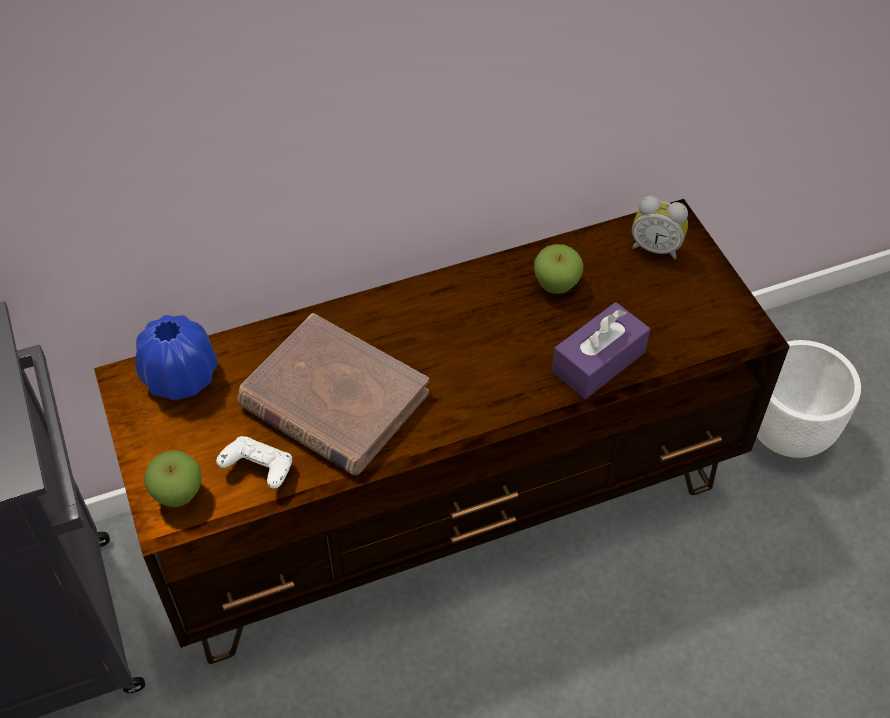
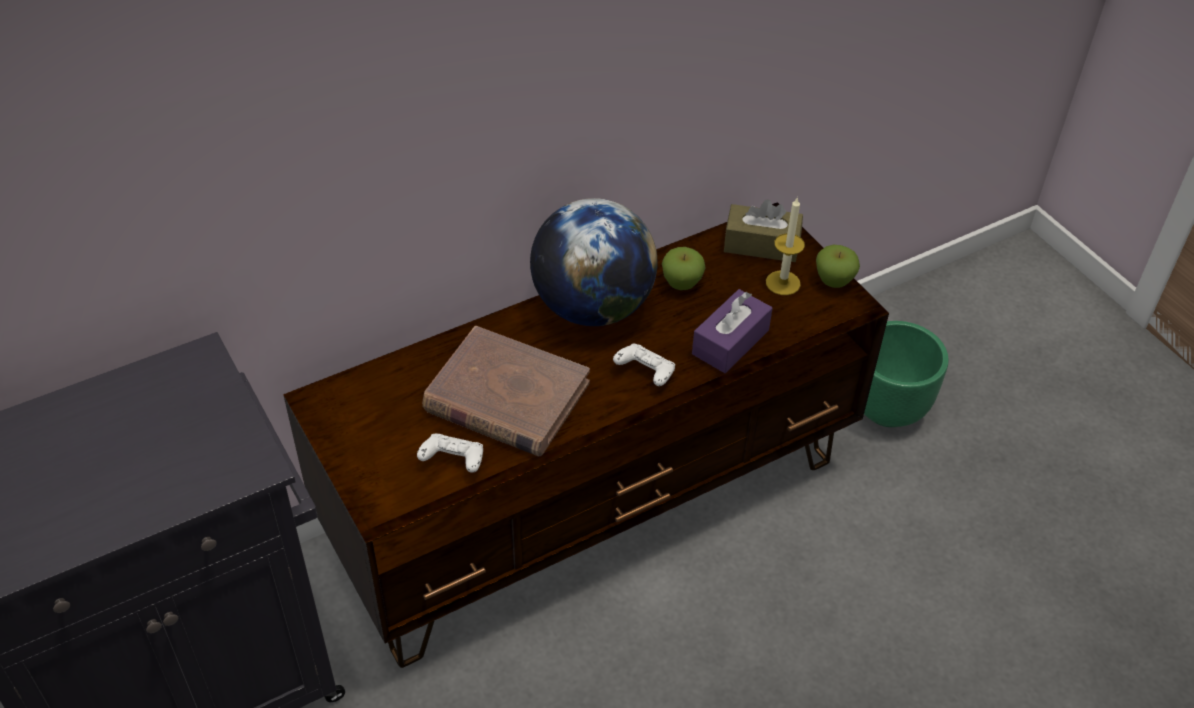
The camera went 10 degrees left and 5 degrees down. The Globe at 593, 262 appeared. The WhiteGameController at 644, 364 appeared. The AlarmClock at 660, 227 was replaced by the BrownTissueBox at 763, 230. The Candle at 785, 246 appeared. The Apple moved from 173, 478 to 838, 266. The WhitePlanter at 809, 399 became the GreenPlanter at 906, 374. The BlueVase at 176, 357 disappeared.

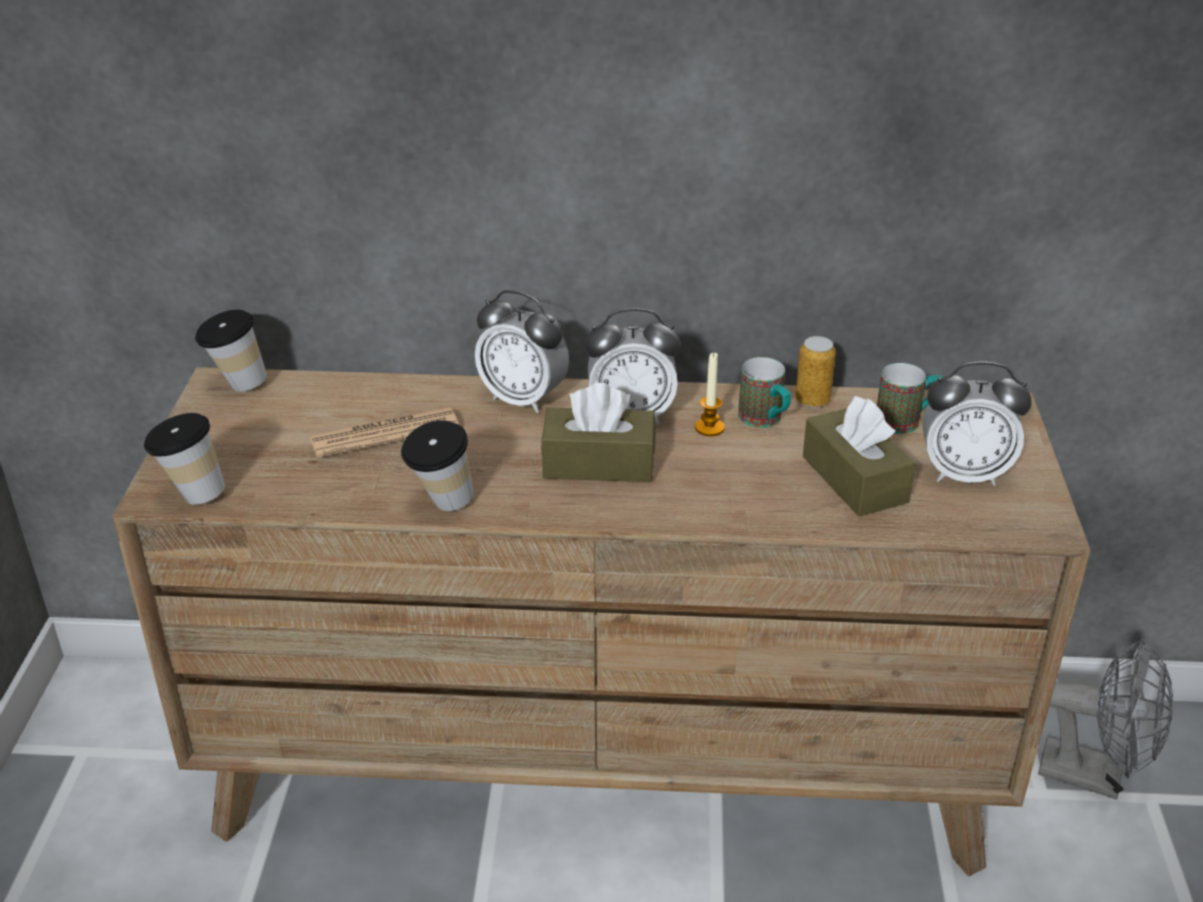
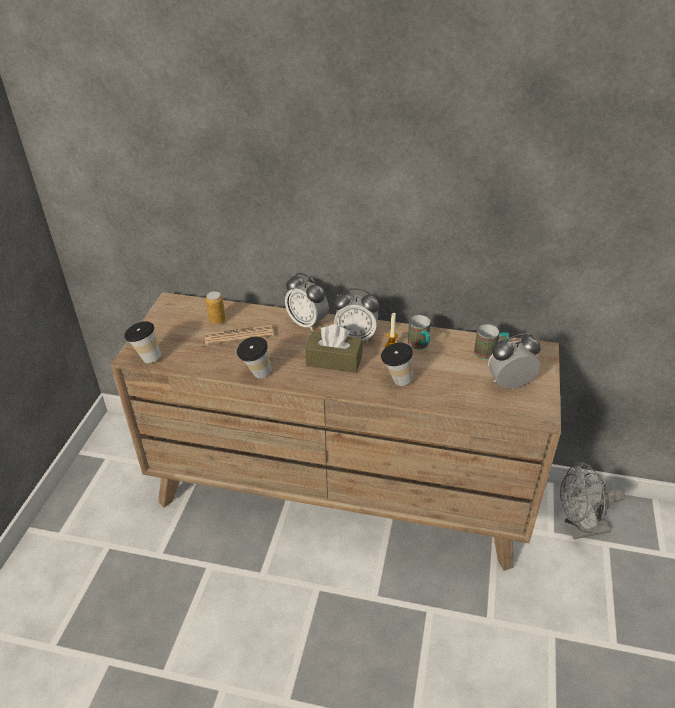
The camera went 10 degrees right and 5 degrees up. The Can moved from 815, 372 to 216, 308. The Cup moved from 231, 351 to 397, 364. The AlarmClock at 977, 424 turned 150 degrees clockwise. The GreyFan at 1105, 719 turned 135 degrees clockwise. The BrownTissueBox at 859, 456 disappeared.

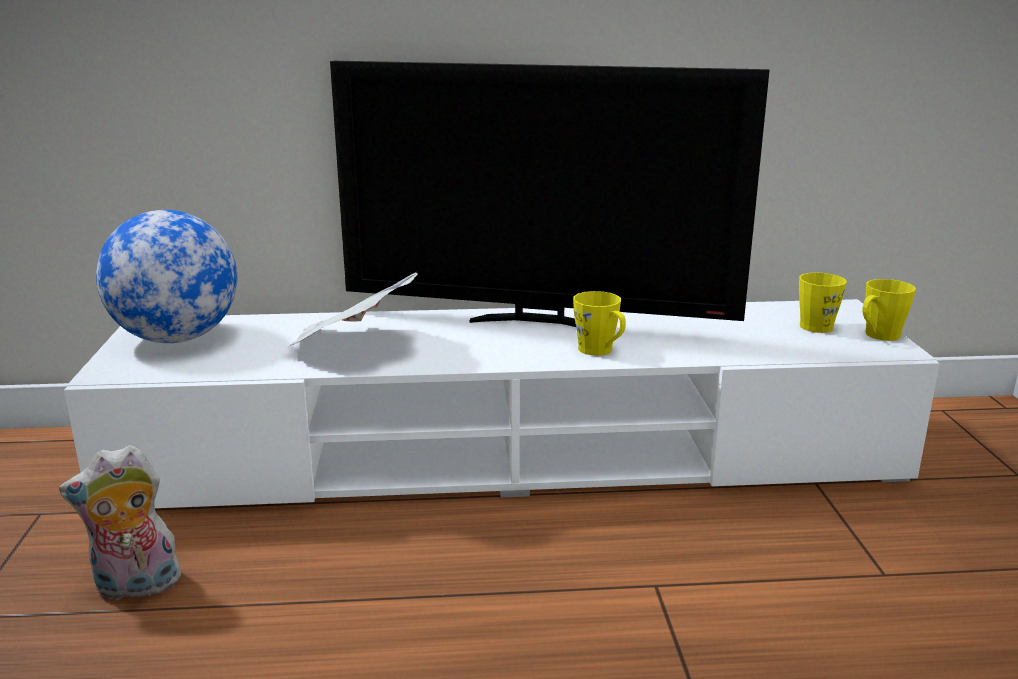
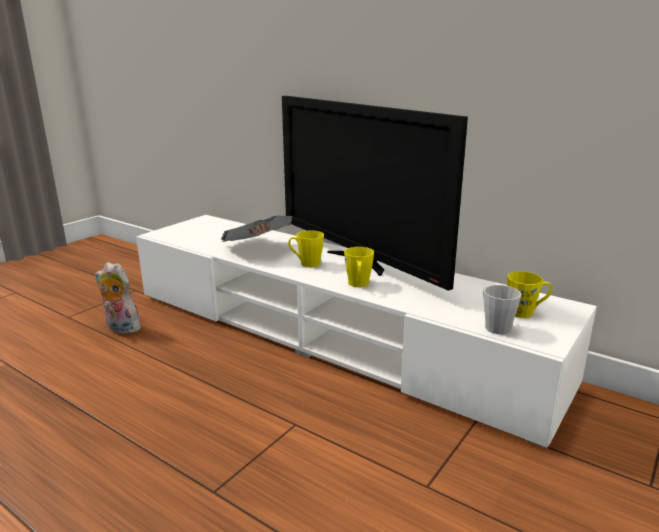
The camera went 40 degrees right and 0 degrees up. The YellowMug moved from 889, 310 to 306, 248. The GreyMug at 502, 310 appeared. The Globe at 166, 276 disappeared.

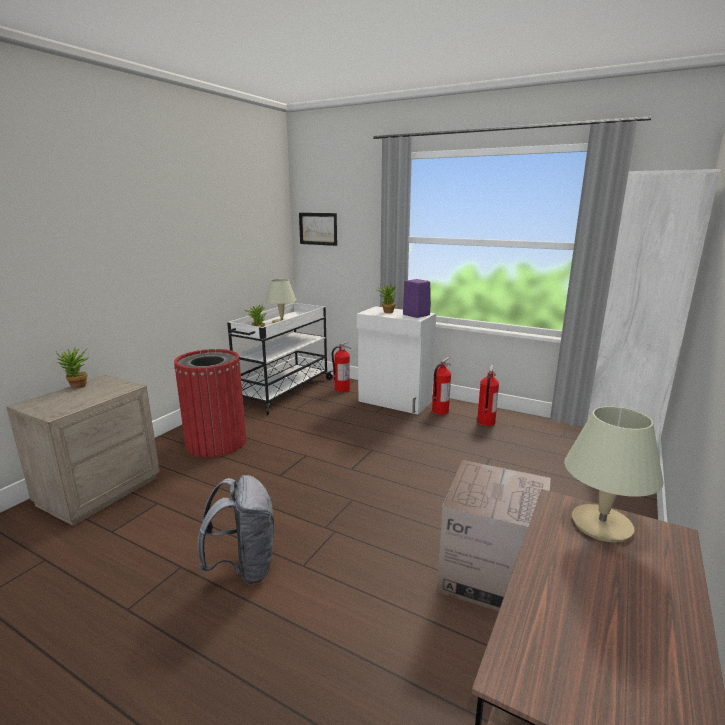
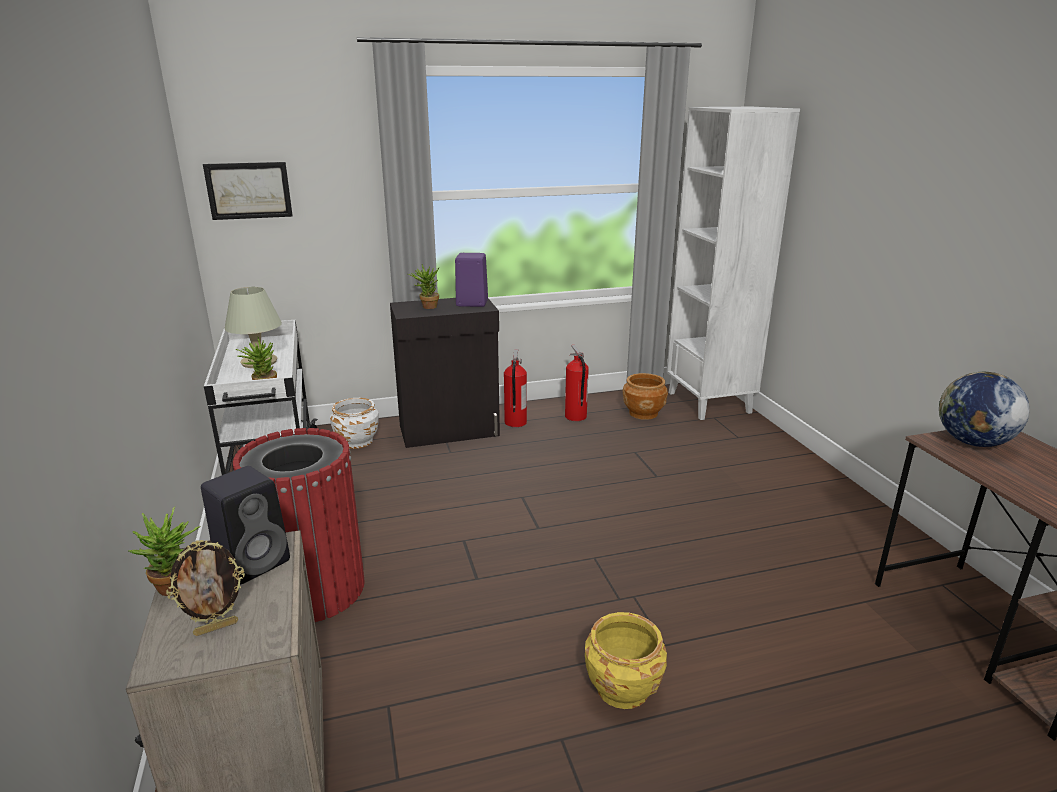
The camera went 45 degrees left and 5 degrees up. The PictureFrame at 205, 588 appeared. The BlackSpeaker at 245, 525 appeared. The FireExtinguisher at 341, 366 was replaced by the WhitePlanter at 354, 423. The WhiteCabinet at 396, 360 became the BlackCabinet at 445, 373. The GreyBackpack at 236, 530 was replaced by the YellowPlanter at 626, 660. The BrownPlanter at 645, 396 appeared. The BeigeTableLamp at 614, 474 was replaced by the Globe at 984, 409. The CardboardBox at 494, 535 disappeared.

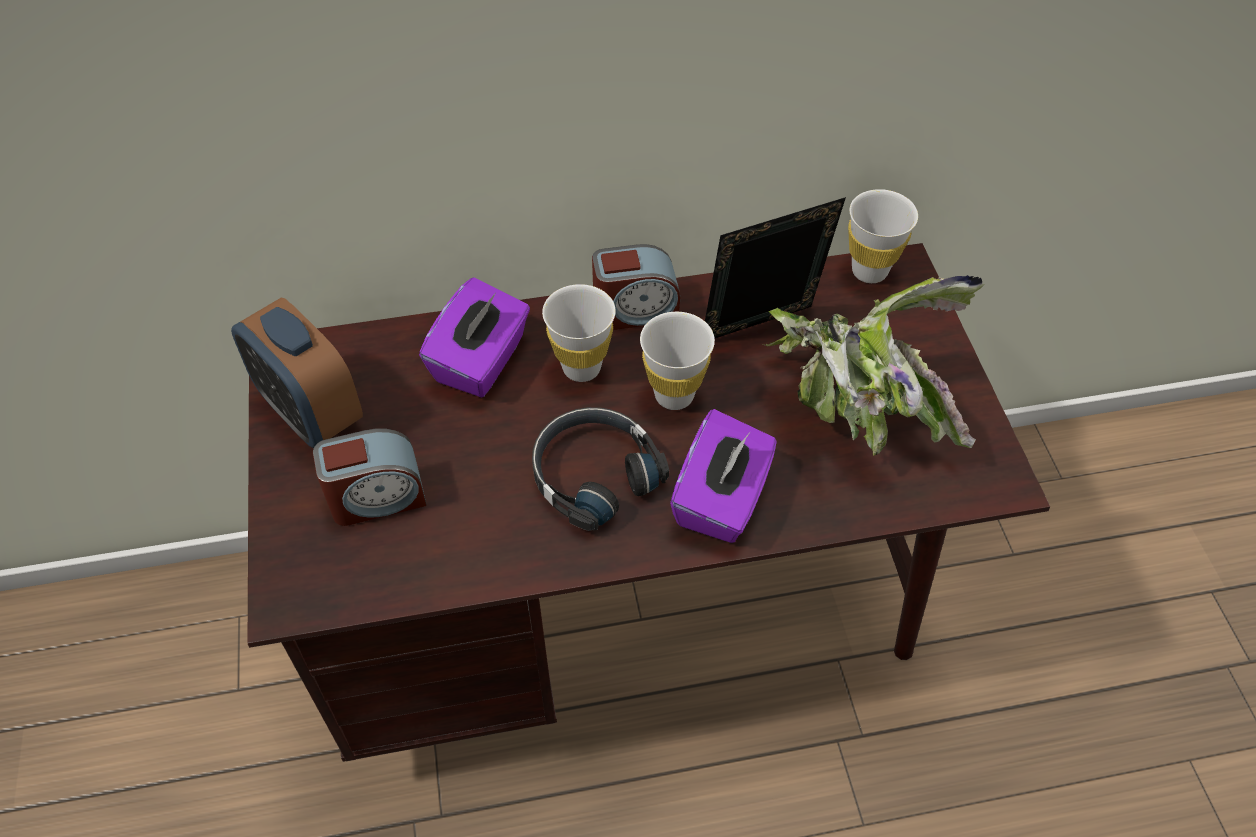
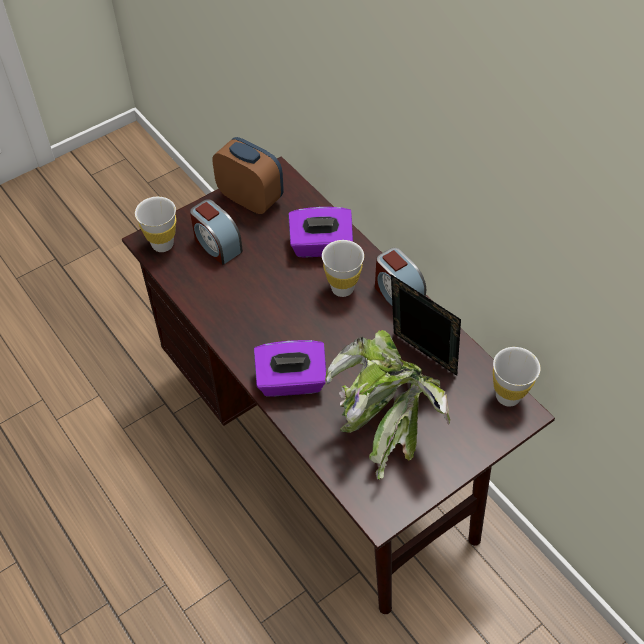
The camera went 65 degrees right and 0 degrees up. The WhiteCup moved from 677, 361 to 155, 224. The AlarmClock at 297, 373 turned 105 degrees clockwise. The BlackHeadphones at 600, 469 disappeared.

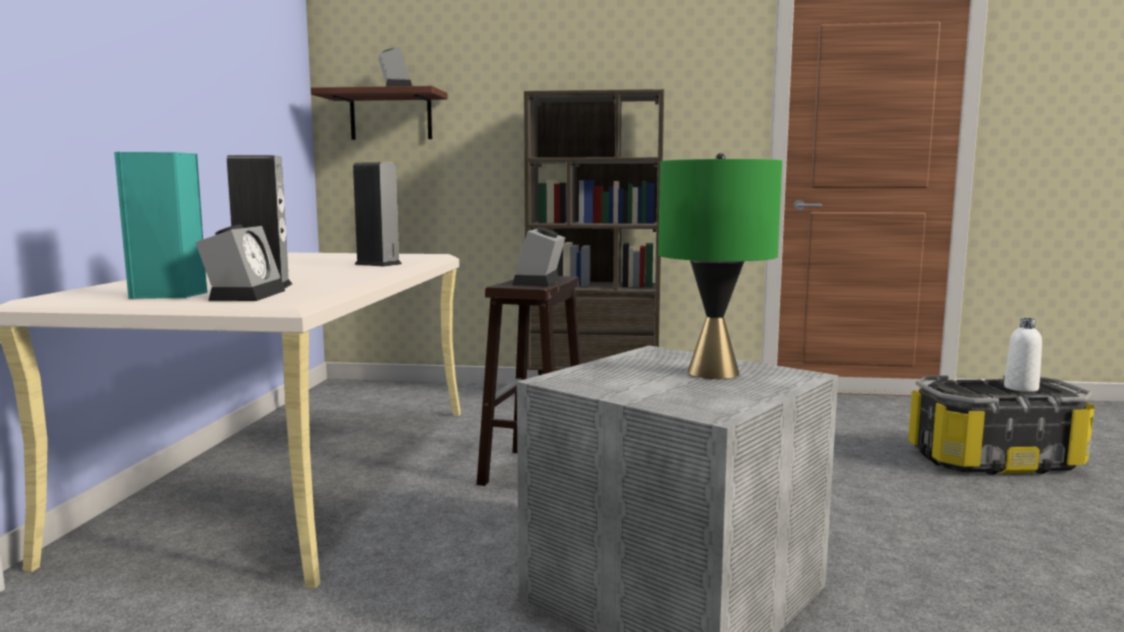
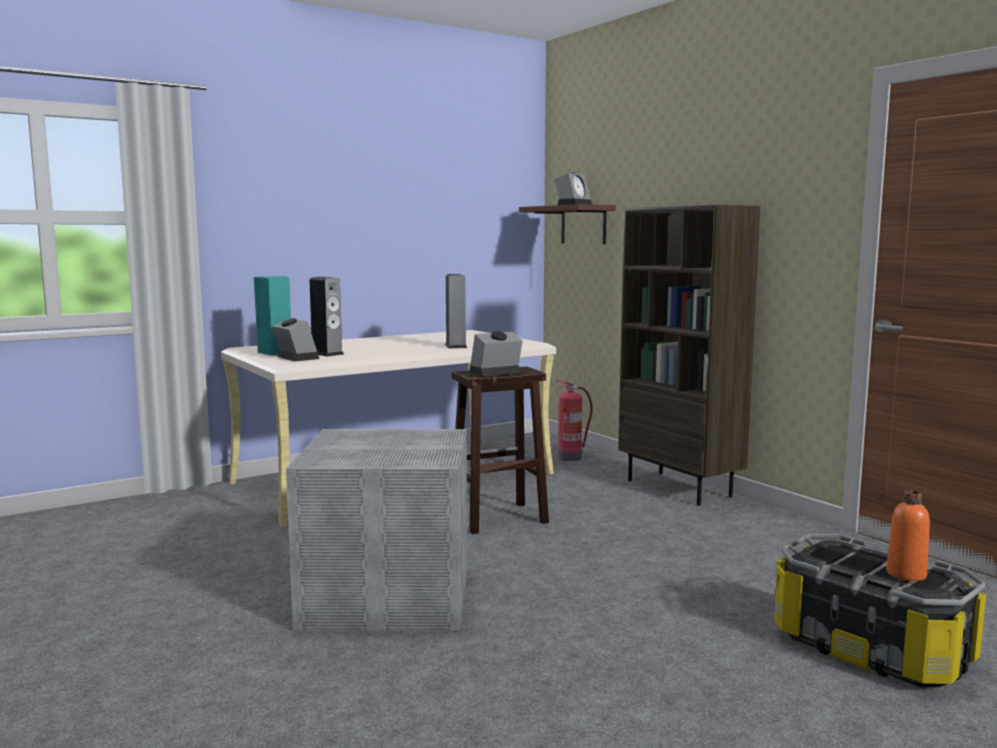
The camera went 50 degrees right and 0 degrees up. The AlarmClock at 240, 262 turned 90 degrees counterclockwise. The FireExtinguisher at 574, 420 appeared. The WhiteBottle at 1023, 355 became the OrangeBottle at 908, 535. The GreenTableLamp at 720, 266 disappeared.

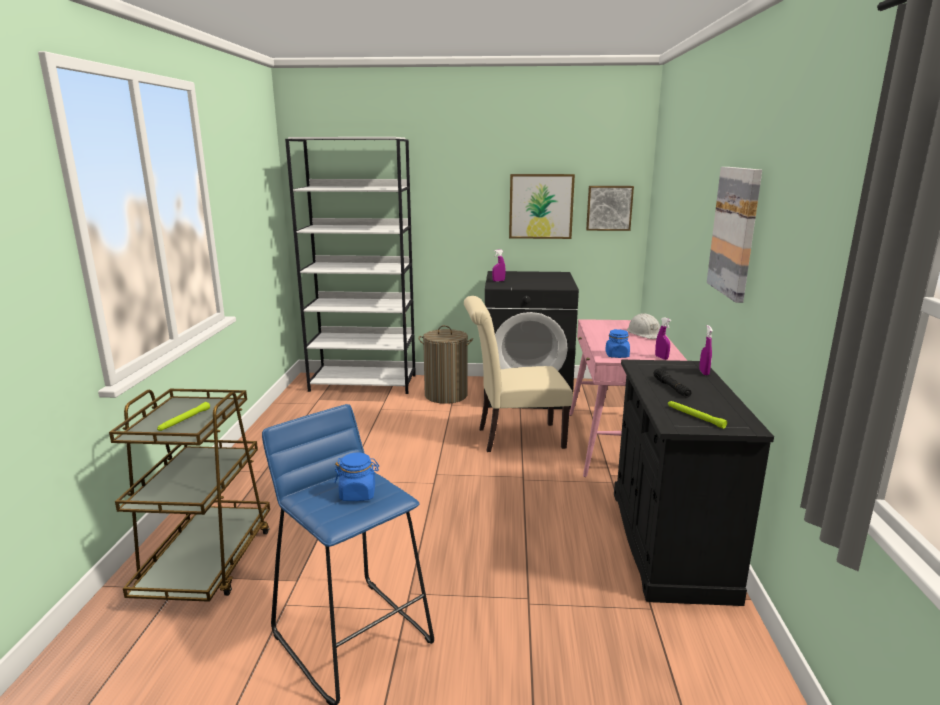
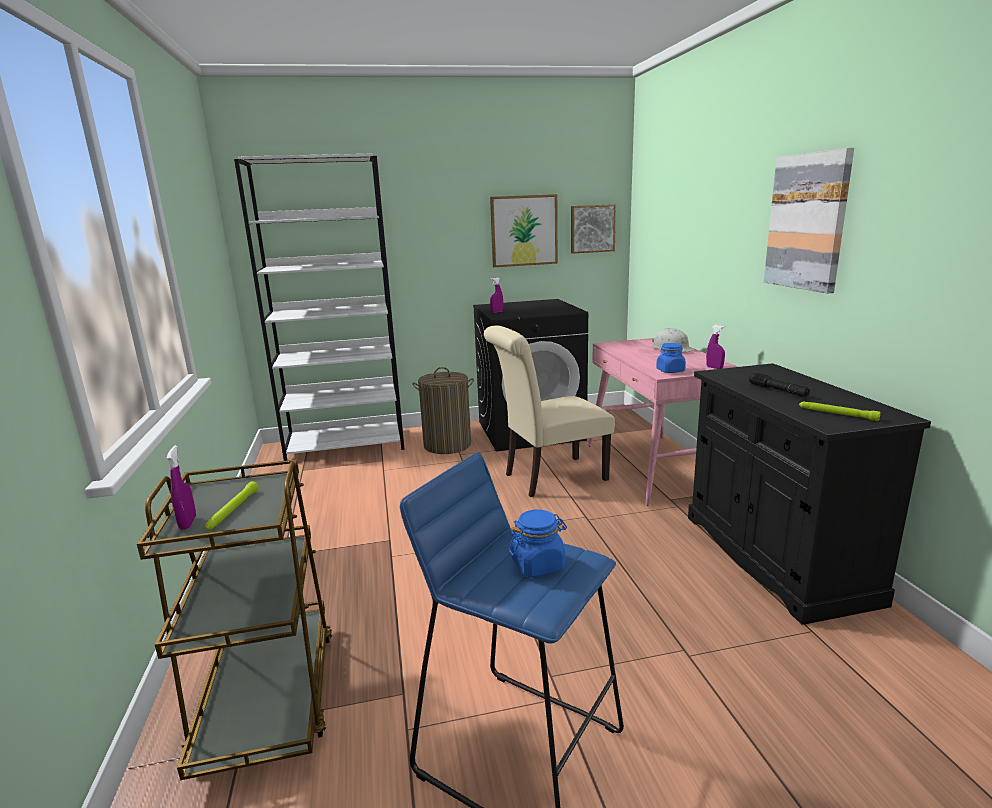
The camera went 15 degrees left and 0 degrees up. The PurpleSprayBottle moved from 706, 350 to 181, 487.

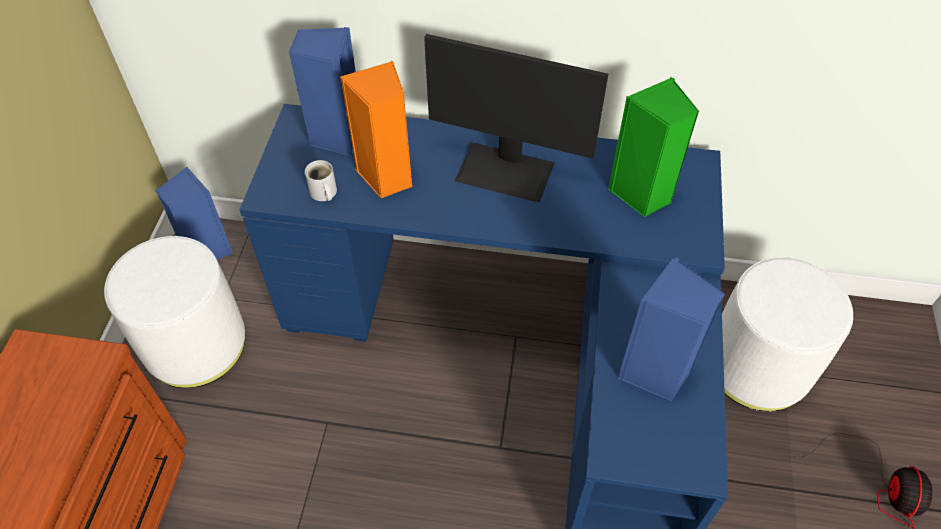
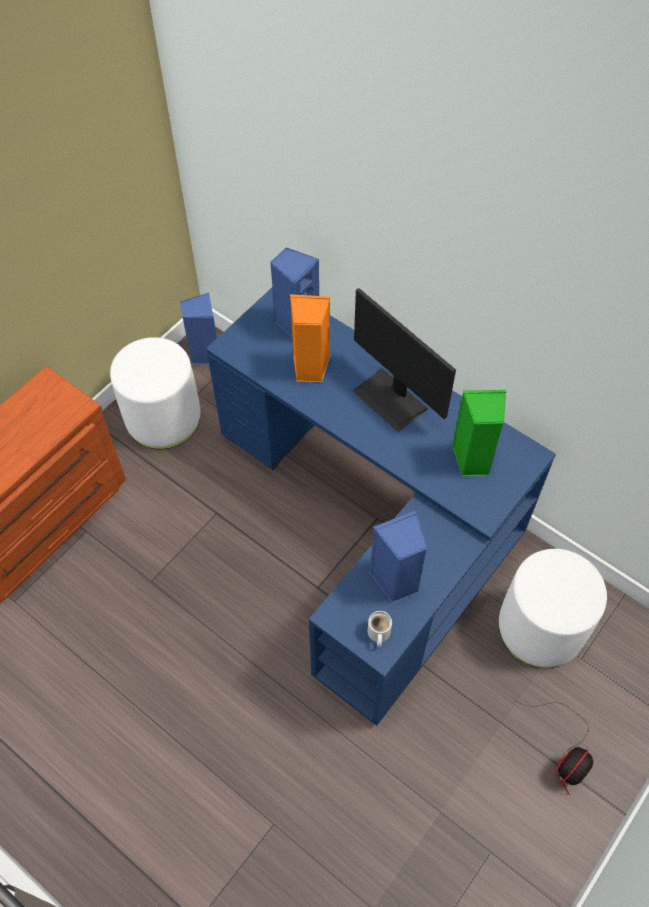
The camera went 30 degrees right and 5 degrees up. The WhiteMug moved from 321, 180 to 379, 629.

